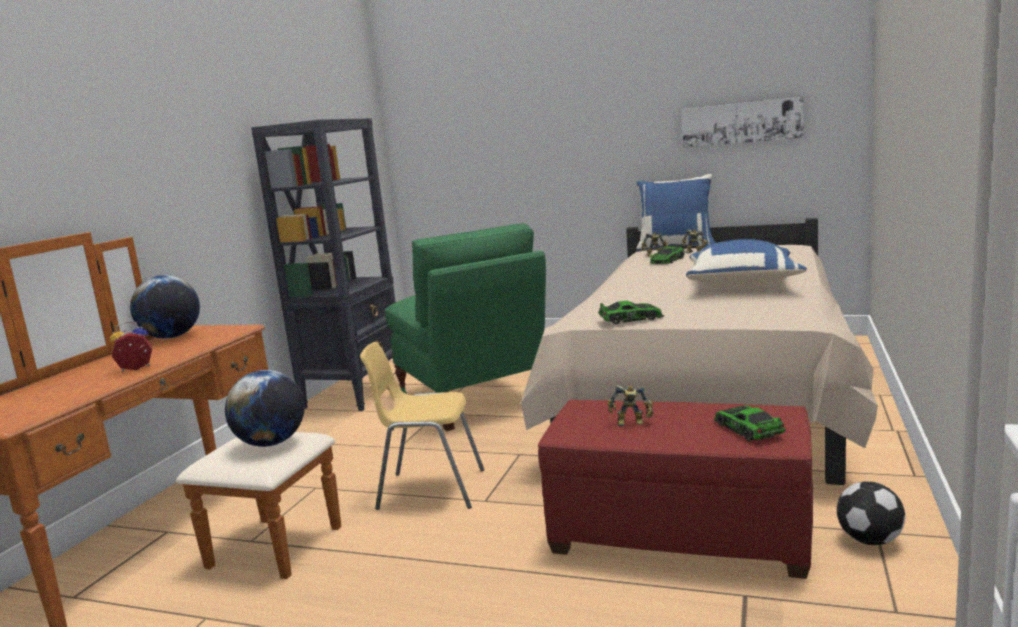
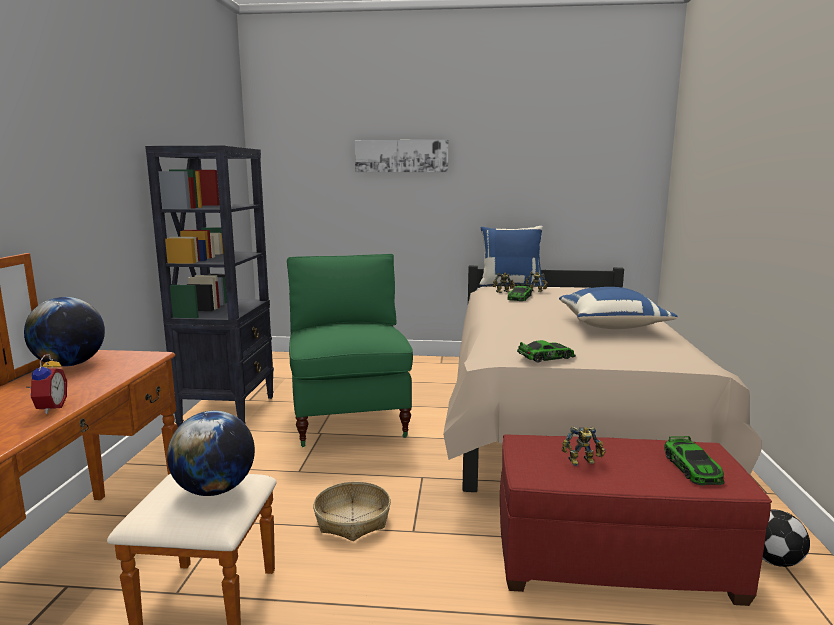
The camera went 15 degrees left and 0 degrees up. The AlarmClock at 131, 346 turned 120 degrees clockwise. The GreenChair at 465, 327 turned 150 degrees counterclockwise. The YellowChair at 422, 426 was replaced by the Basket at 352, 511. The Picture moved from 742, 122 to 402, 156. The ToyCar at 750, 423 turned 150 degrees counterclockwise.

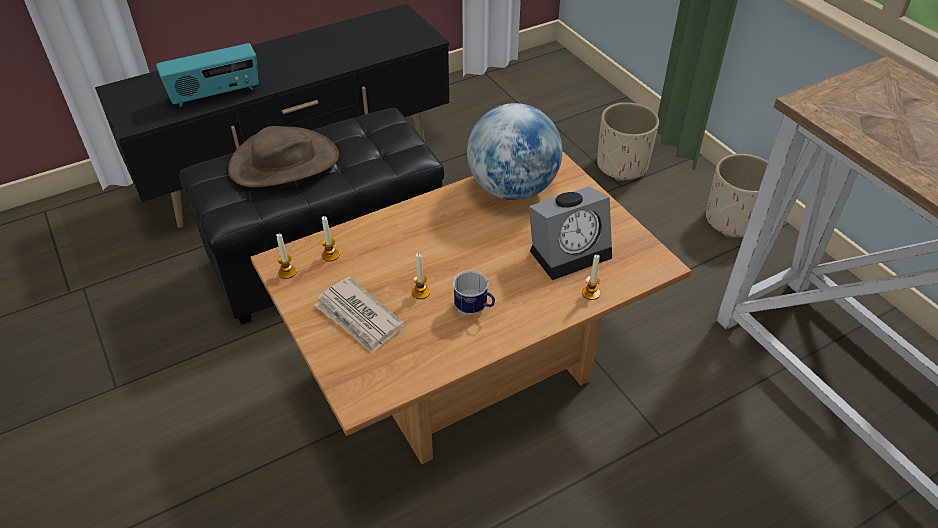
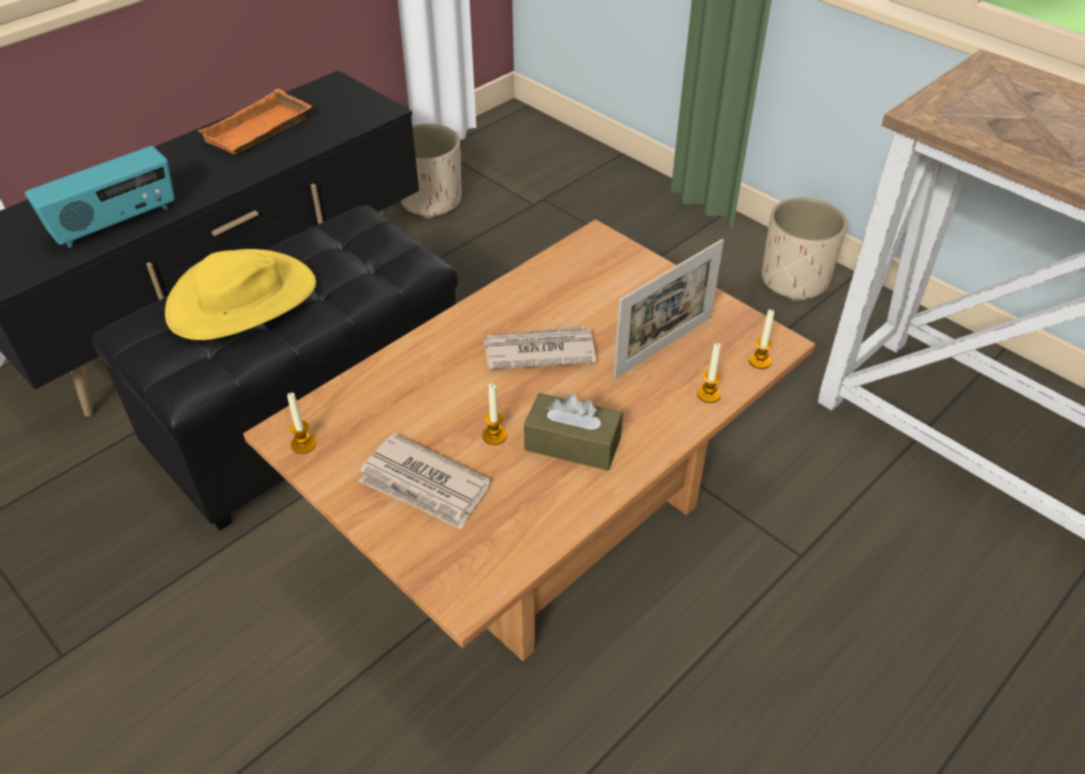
The camera went 15 degrees left and 0 degrees up. The BrownHat at 283, 156 became the YellowHat at 240, 294. The OrangeTray at 255, 122 appeared. The BeigePlanter moved from 628, 141 to 431, 171. The Newspaper at 539, 347 appeared. The Mug at 474, 292 was replaced by the BrownTissueBox at 573, 432. The AlarmClock at 570, 233 was replaced by the PictureFrame at 669, 309. The Candle moved from 330, 238 to 761, 339. The Globe at 514, 151 disappeared.

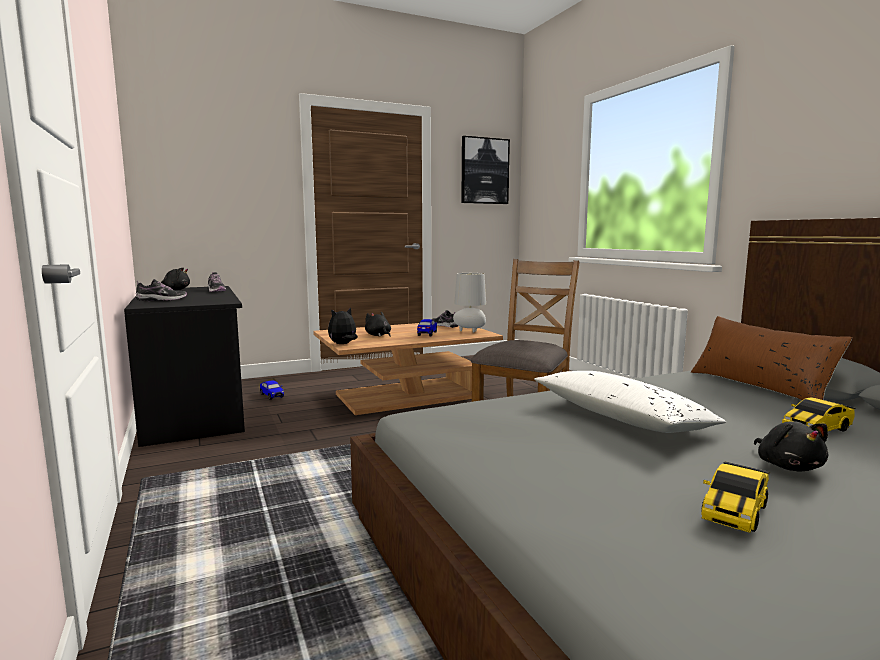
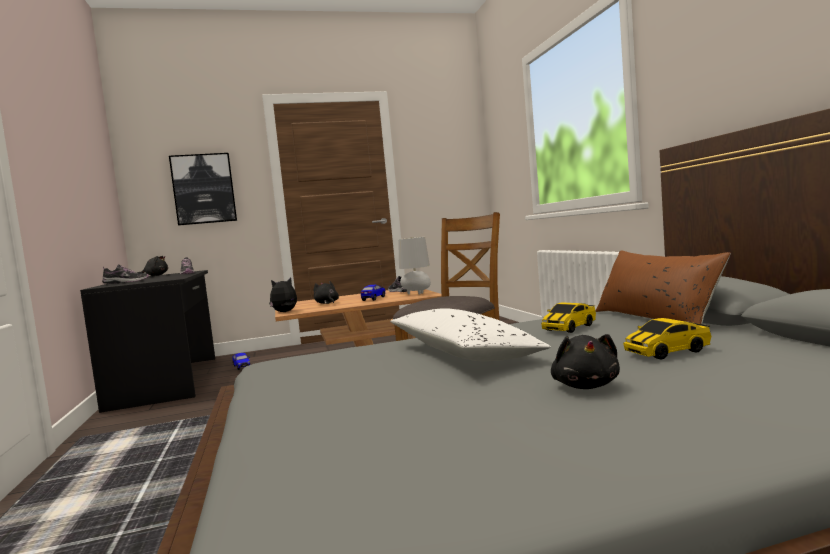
The camera went 10 degrees right and 5 degrees down. The Picture moved from 485, 170 to 203, 189. The ToyCar moved from 735, 497 to 568, 317.

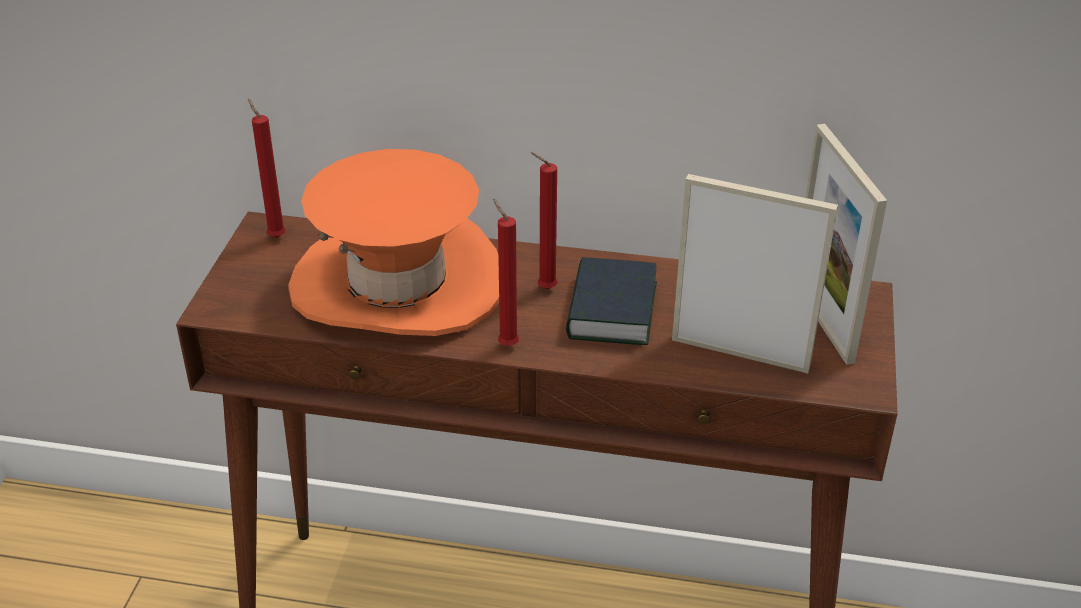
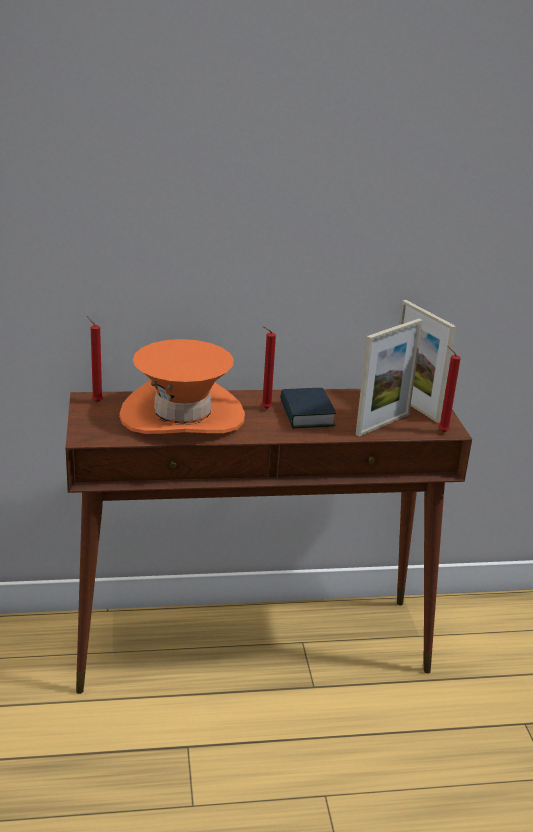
The camera went 20 degrees left and 10 degrees down. The PictureFrame at 755, 273 turned 135 degrees clockwise. The RedCandle moved from 506, 272 to 449, 389.

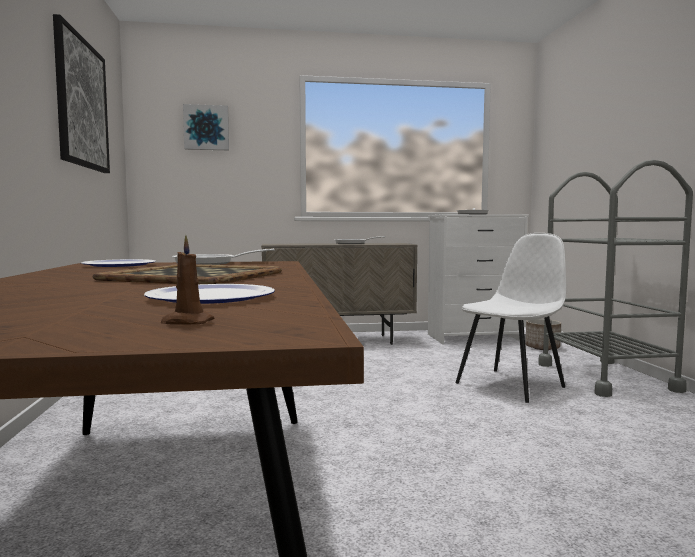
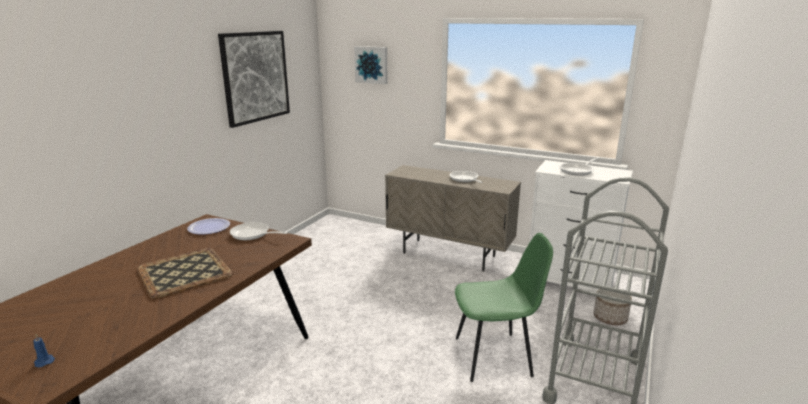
The camera went 35 degrees right and 15 degrees up. The BrownCandle at 187, 280 became the BlueCandle at 44, 350. The WhiteChair at 511, 318 became the GreenChair at 504, 307. The Plate at 209, 294 disappeared.

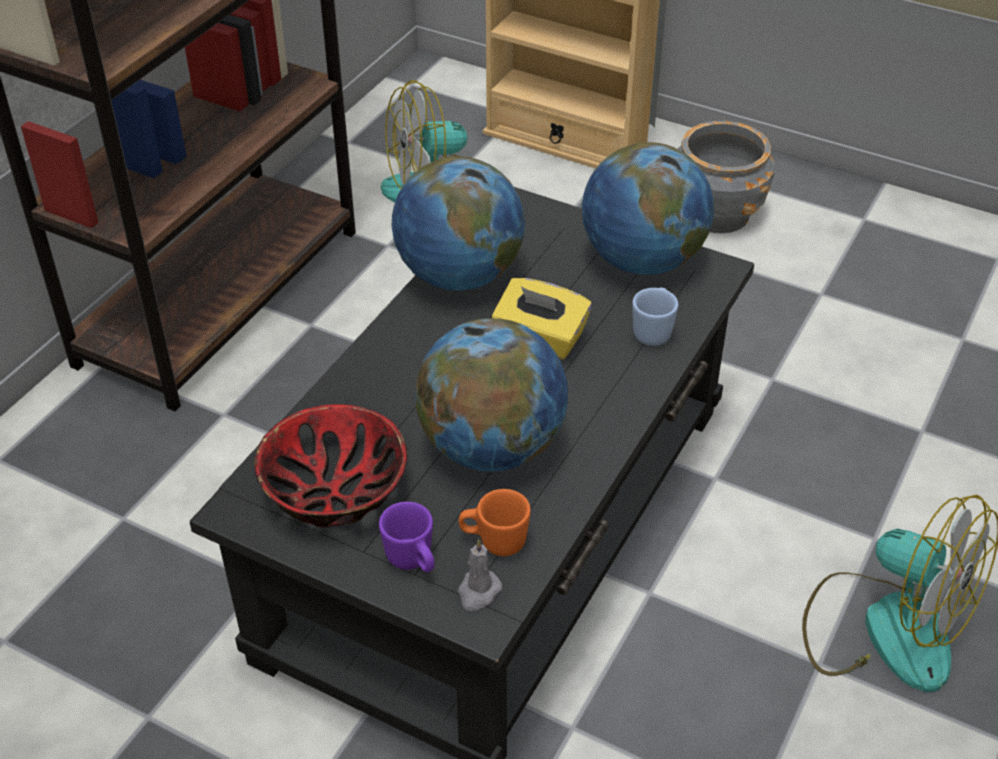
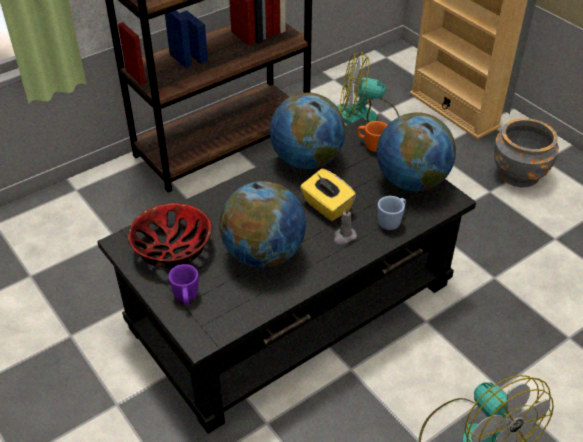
The camera went 25 degrees right and 0 degrees up. The GreyCandle moved from 480, 575 to 345, 225. The OrangeMug moved from 495, 522 to 372, 136.

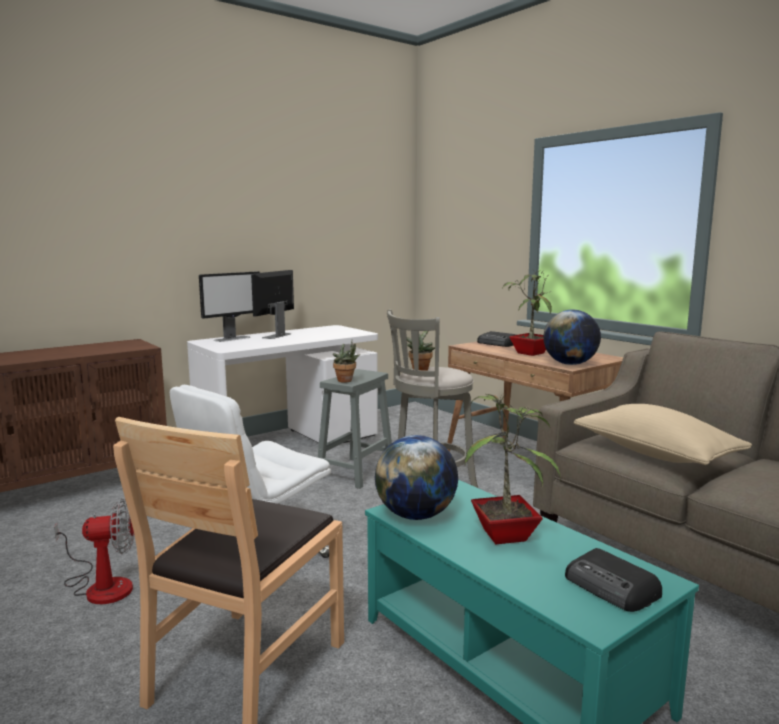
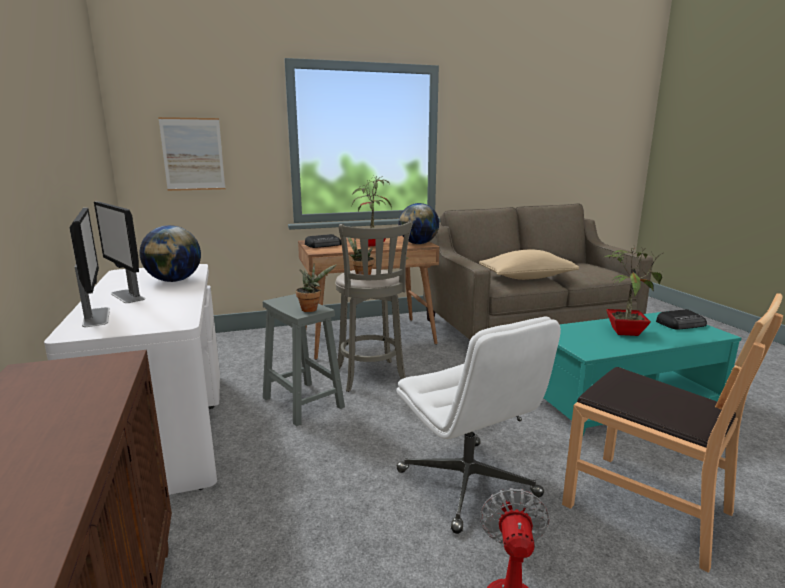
The camera went 70 degrees left and 5 degrees up. The Globe moved from 416, 477 to 170, 253. The Picture at 192, 154 appeared.

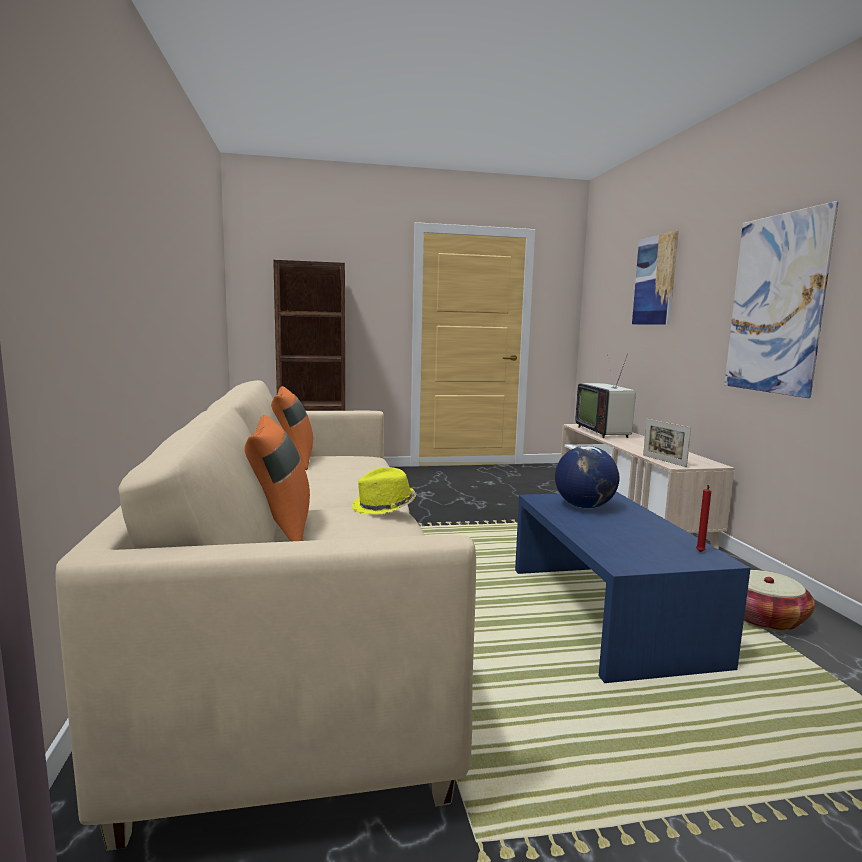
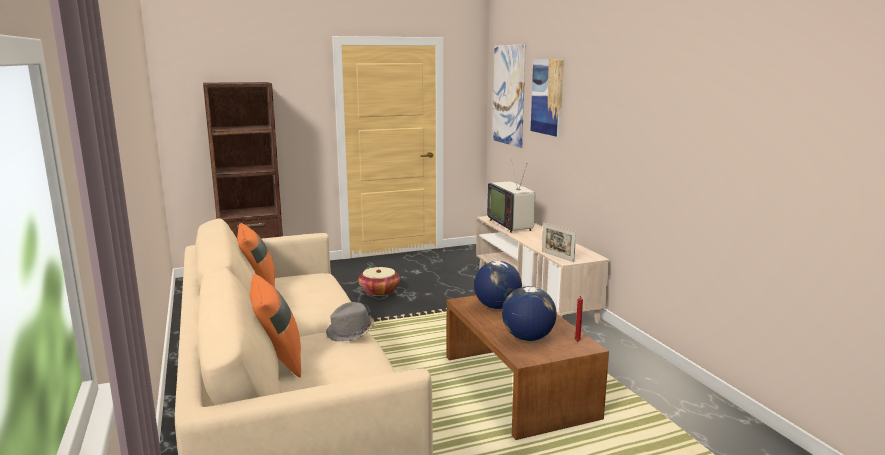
The camera went 10 degrees left and 5 degrees up. The YellowHat at 384, 491 became the GreyHat at 350, 321. The Basket moved from 779, 600 to 379, 281. The BlueCoffeeTable at 633, 587 became the BrownCoffeeTable at 528, 367. The Picture moved from 781, 299 to 509, 96. The Globe at 529, 313 appeared.

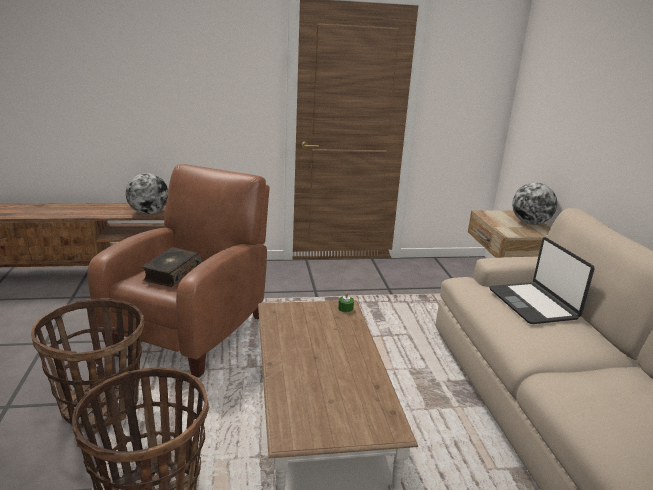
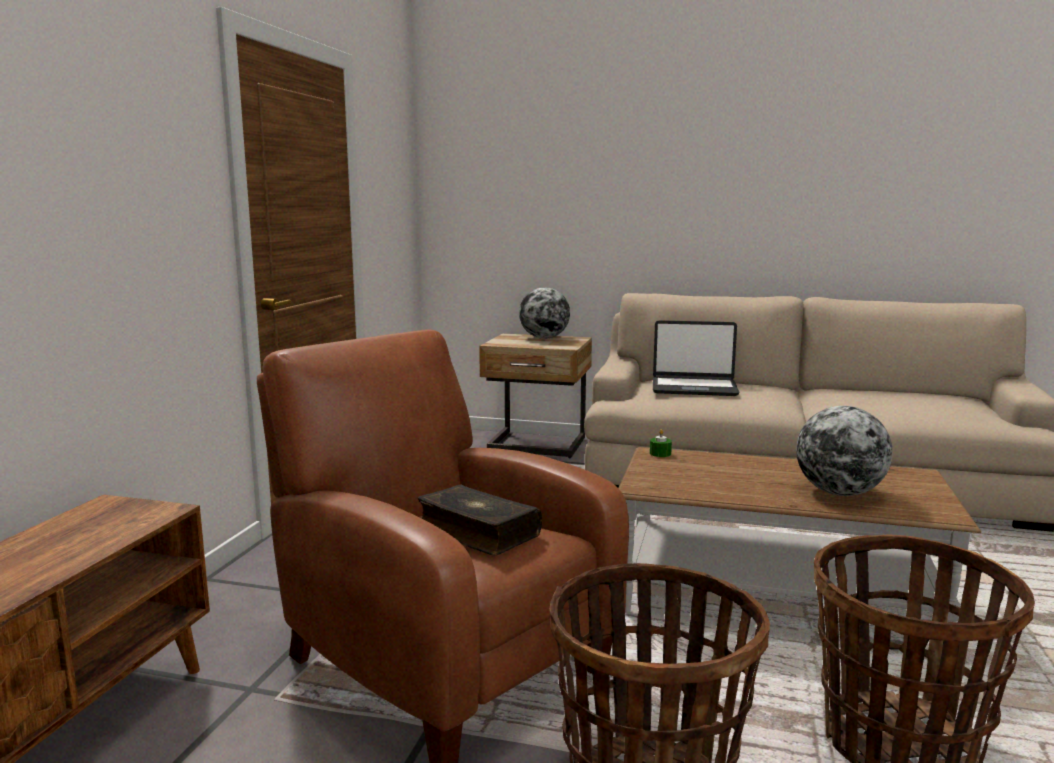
The camera went 65 degrees left and 10 degrees down. The Globe moved from 147, 193 to 844, 451.

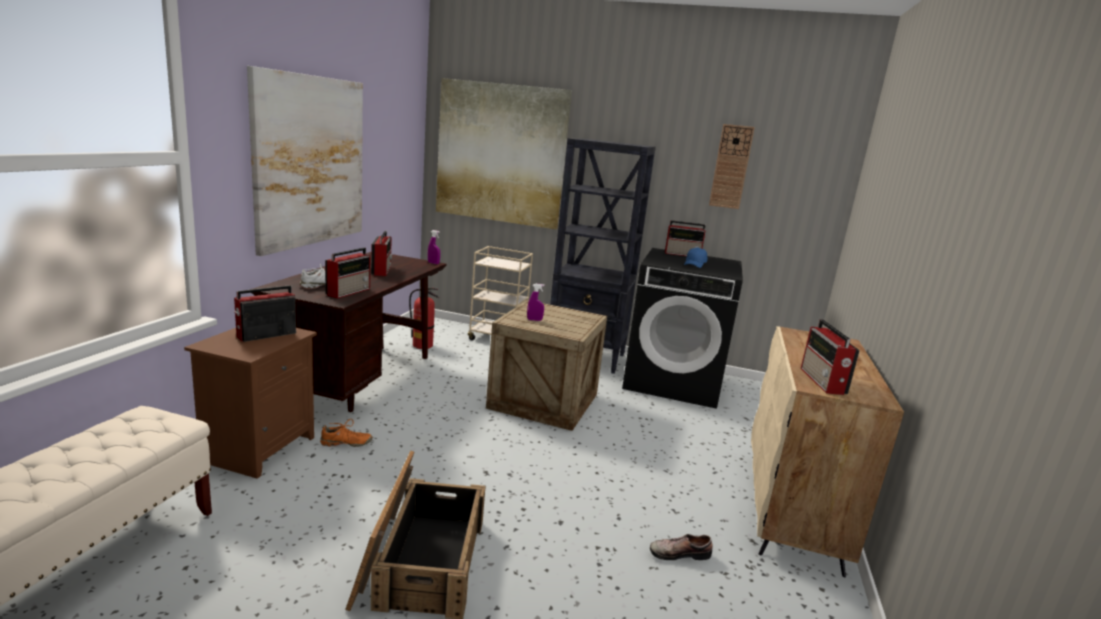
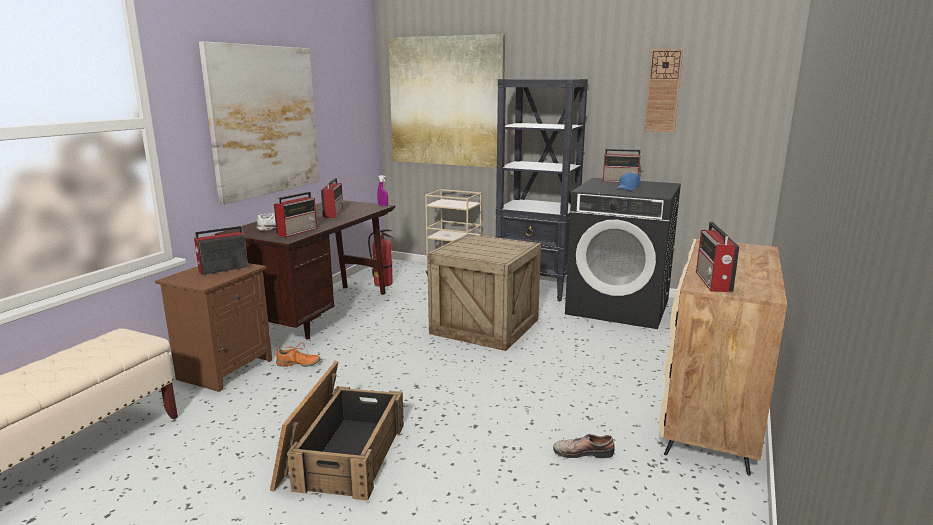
The camera went 10 degrees right and 0 degrees up. The PurpleSprayBottle at 535, 302 disappeared.

